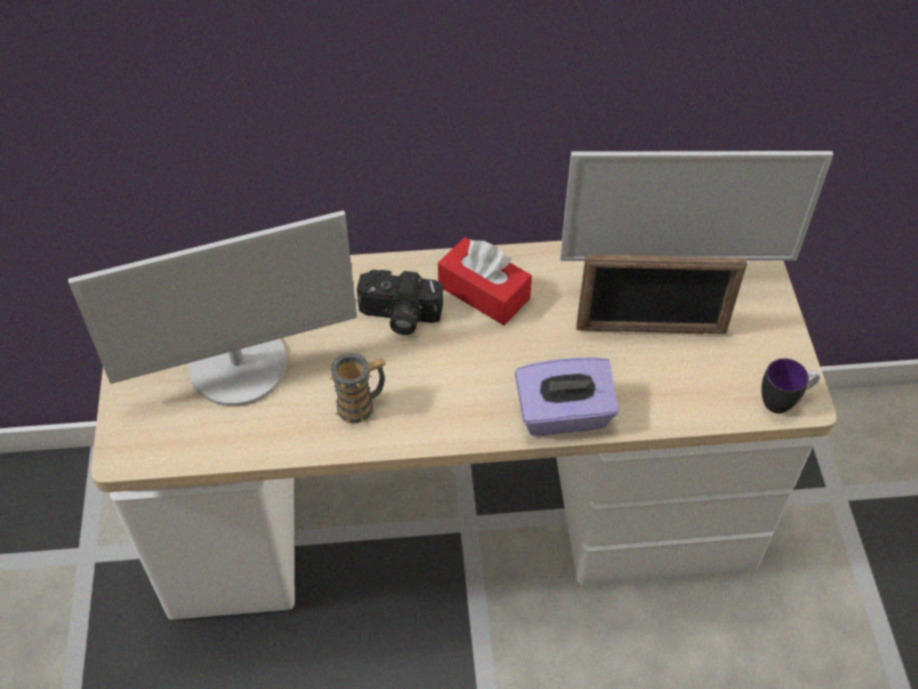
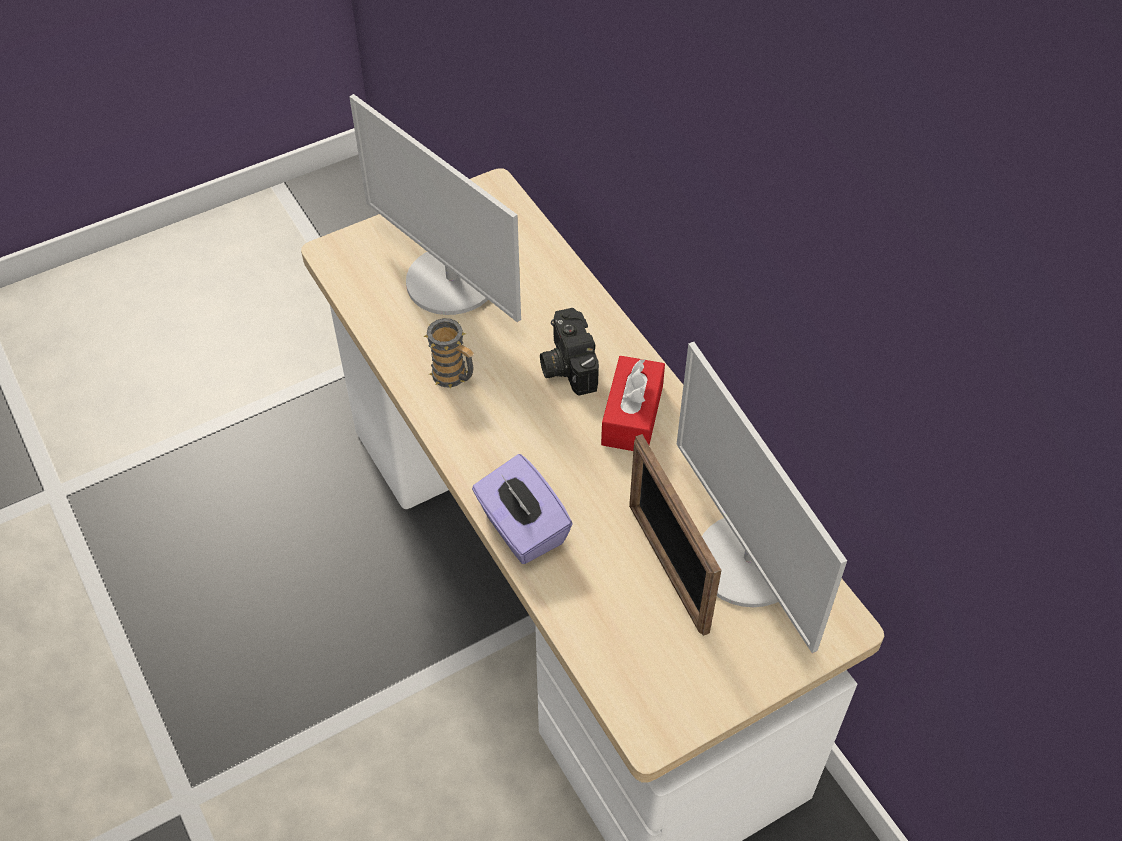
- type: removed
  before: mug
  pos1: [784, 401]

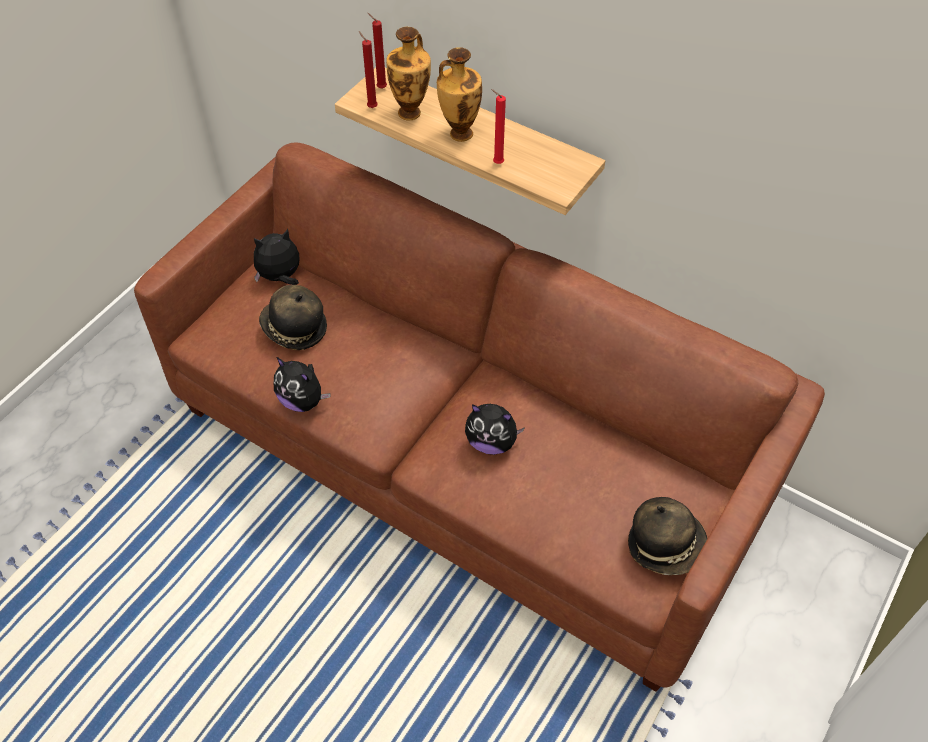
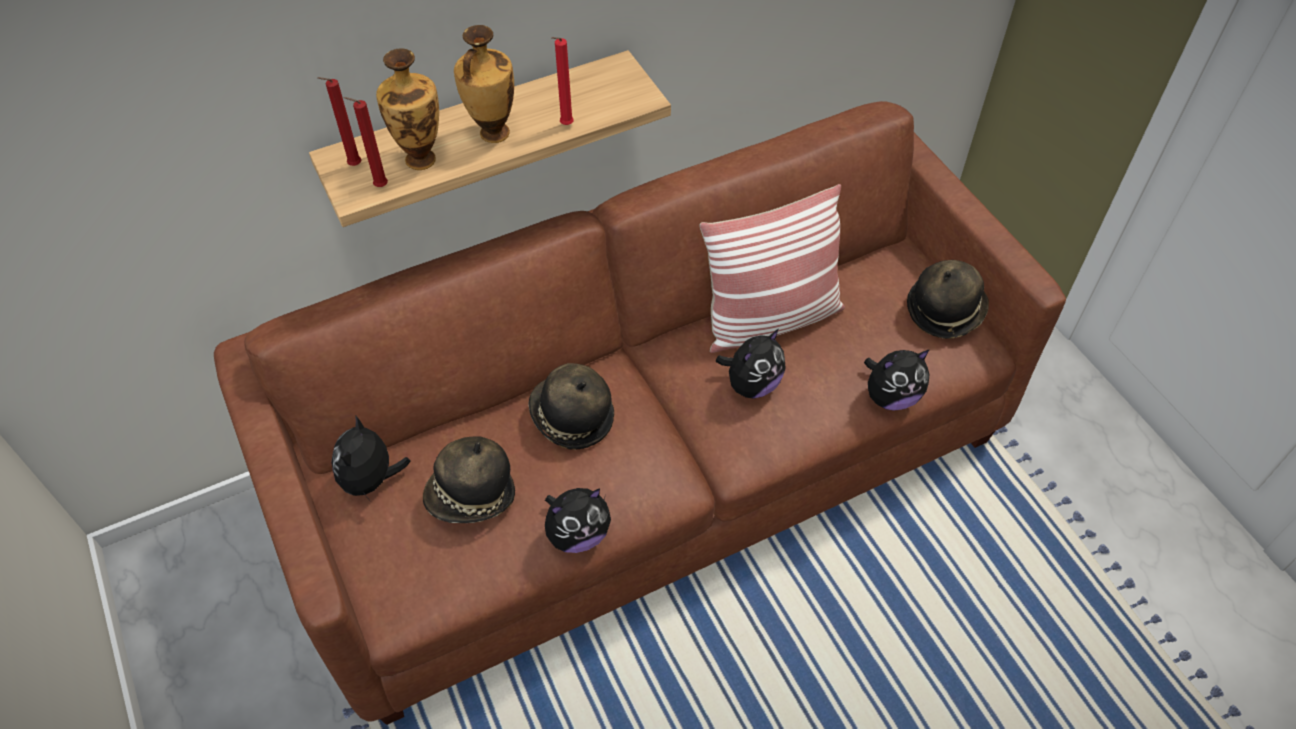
- type: added
  after: hat
  pos2: [571, 418]
- type: added
  after: pillow
  pos2: [770, 318]
- type: added
  after: plush toy
  pos2: [891, 397]

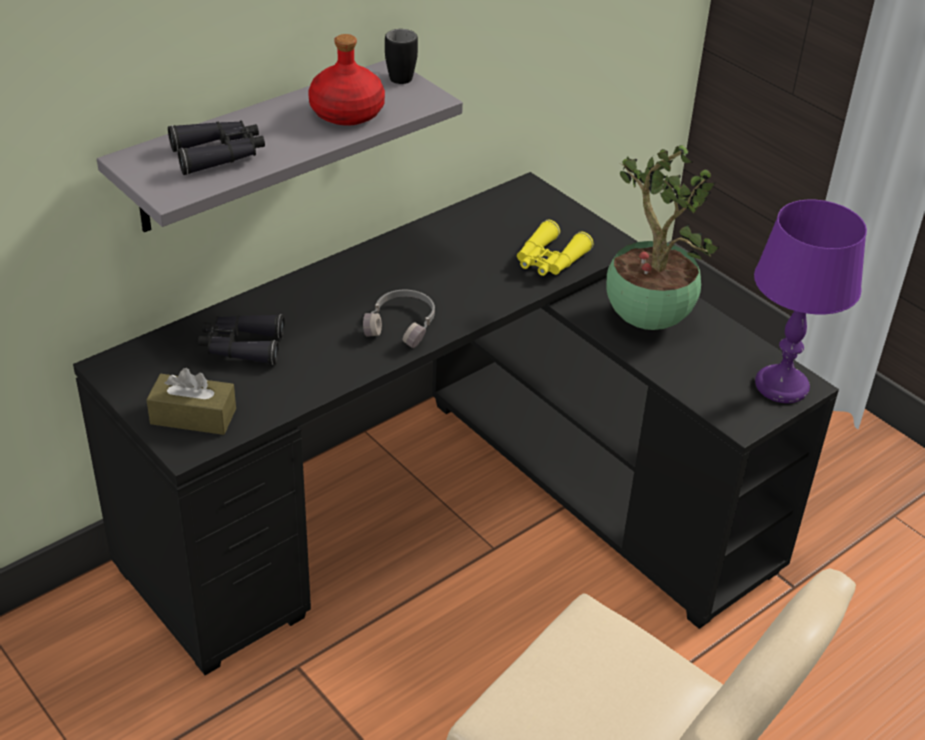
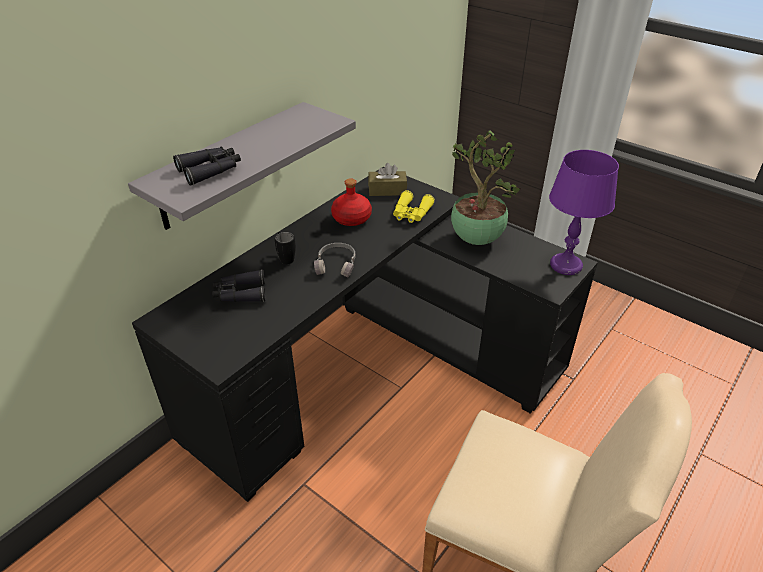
- type: moved
  before: mug/black
  pos1: [399, 75]
  pos2: [285, 257]
- type: moved
  before: bottle/red
  pos1: [347, 113]
  pos2: [352, 218]
- type: moved
  before: tissue box/brown
  pos1: [193, 416]
  pos2: [387, 190]

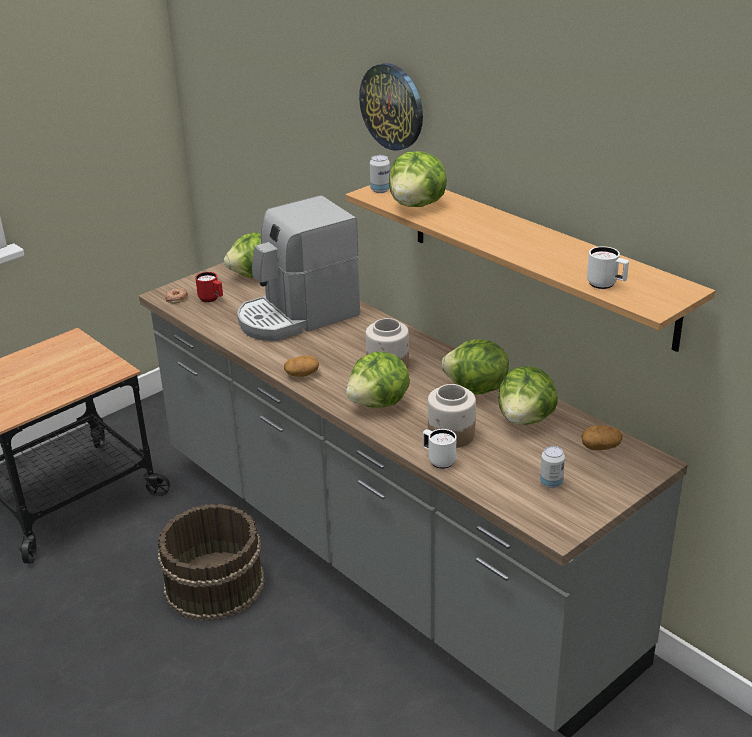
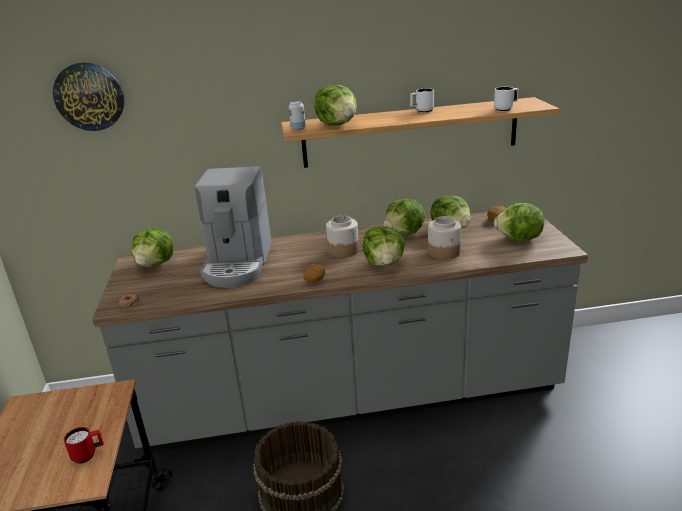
- type: moved
  before: wall clock
  pos1: [392, 106]
  pos2: [89, 97]
- type: moved
  before: mug/red
  pos1: [211, 299]
  pos2: [88, 455]
- type: moved
  before: mug/white
  pos1: [438, 460]
  pos2: [422, 111]
- type: replaced
  before: can
  after: lettuce
  pos1: [551, 483]
  pos2: [519, 239]

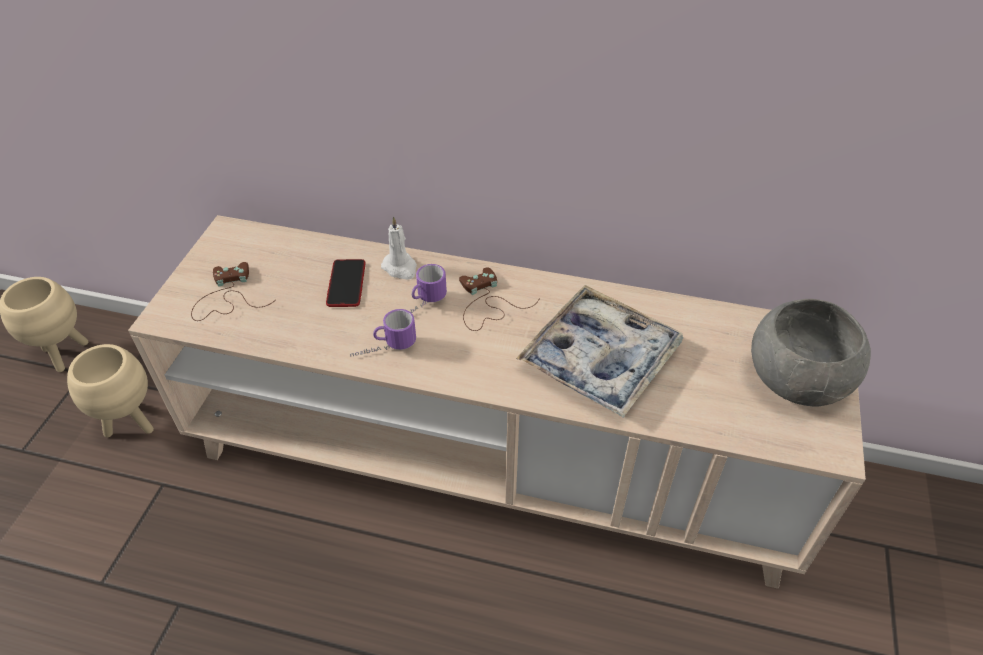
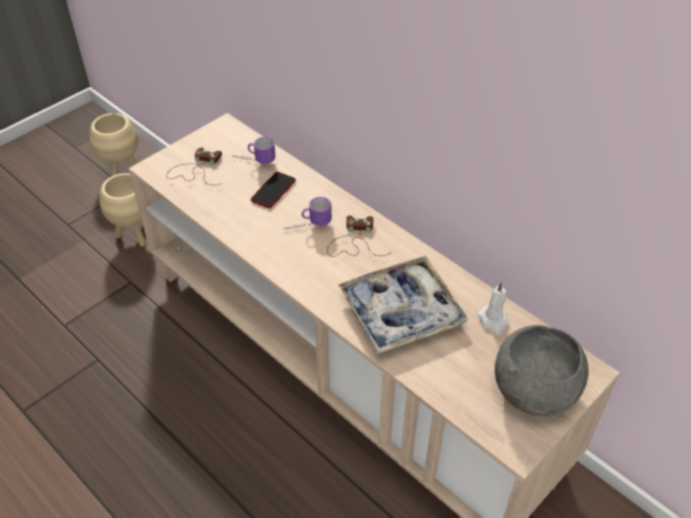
- type: moved
  before: mug
  pos1: [383, 349]
  pos2: [254, 161]
- type: moved
  before: candle/white
  pos1: [400, 268]
  pos2: [493, 321]

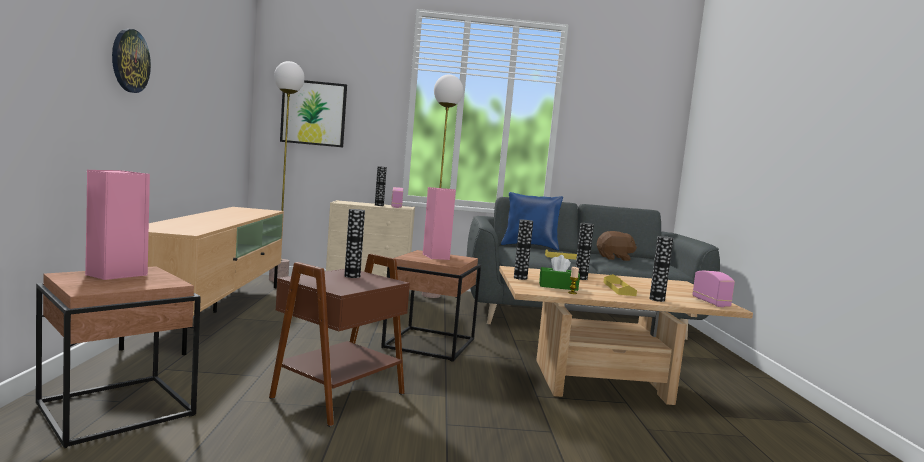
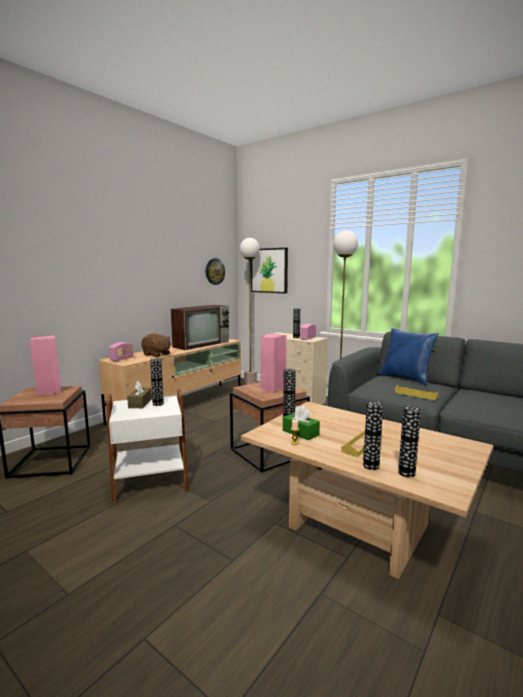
- type: recoloured
  before: side table/brown
  after: side table/white
  pos1: [336, 395]
  pos2: [150, 480]
- type: moved
  before: radio
  pos1: [710, 302]
  pos2: [122, 359]
- type: added
  after: tissue box/brown
  pos2: [140, 403]
- type: moved
  before: plush toy/brown
  pos1: [614, 258]
  pos2: [156, 354]
- type: added
  after: television
  pos2: [202, 344]
- type: moved
  before: wall clock
  pos1: [130, 61]
  pos2: [214, 271]
- type: moved
  before: vase
  pos1: [580, 278]
  pos2: [406, 473]

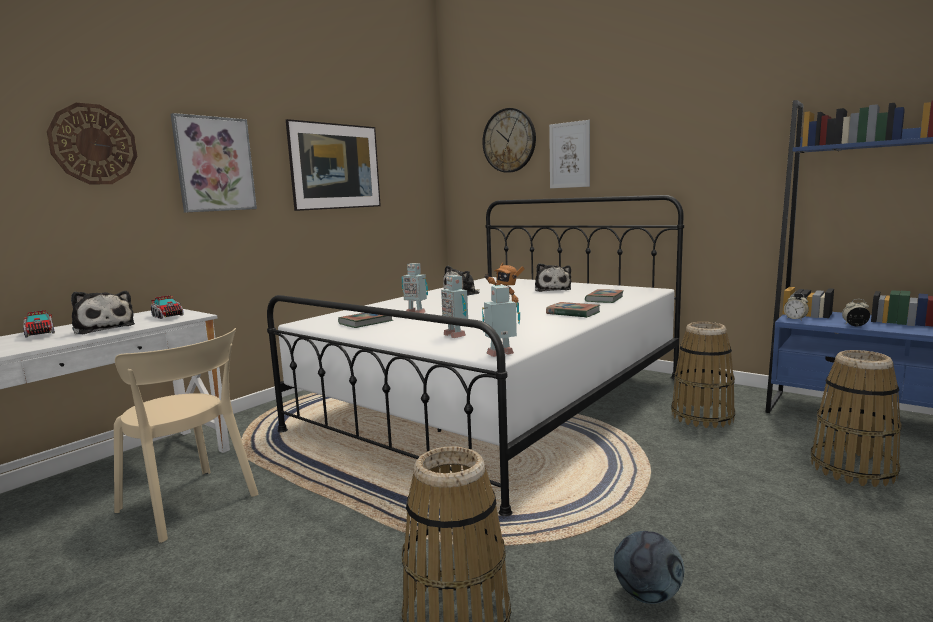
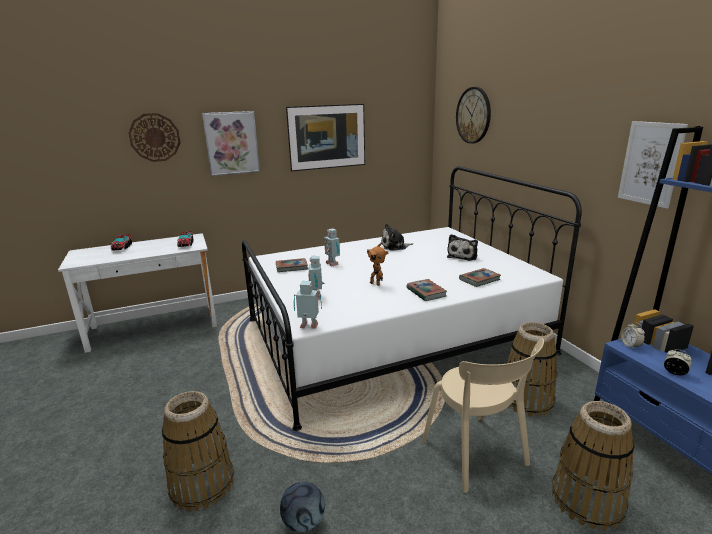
- type: moved
  before: chair/beige
  pos1: [190, 505]
  pos2: [477, 455]
- type: moved
  before: picture
  pos1: [569, 155]
  pos2: [650, 163]
- type: removed
  before: plush toy
  pos1: [103, 328]

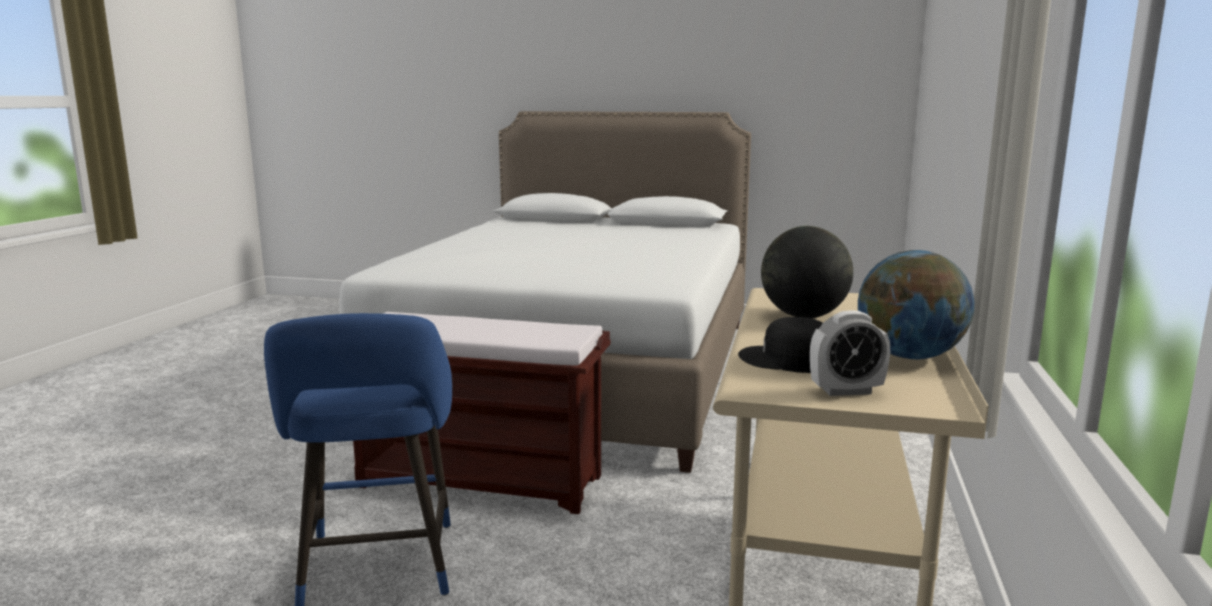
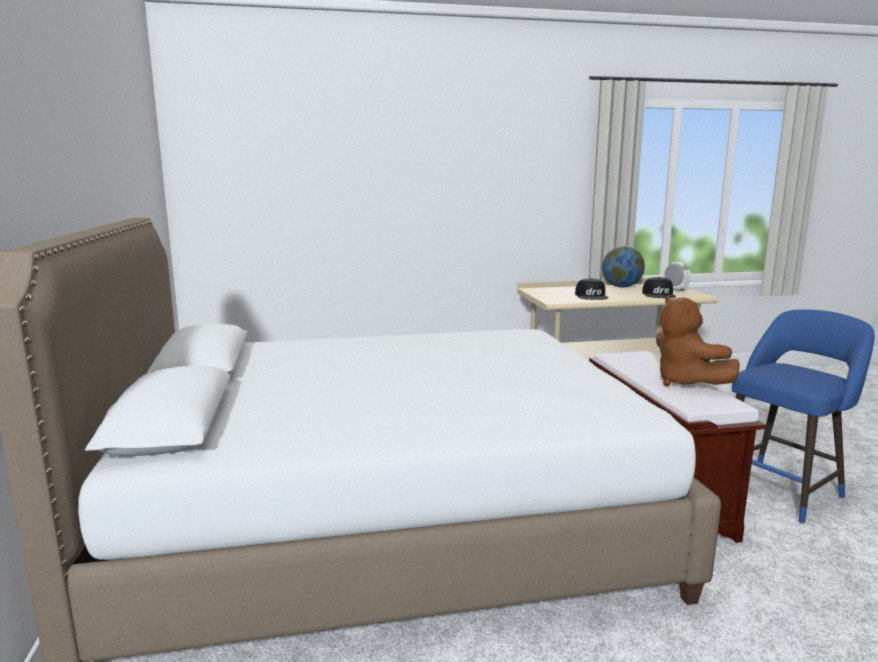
- type: replaced
  before: globe
  after: cap/black
  pos1: [804, 316]
  pos2: [592, 296]
- type: added
  after: plush toy/brown
  pos2: [686, 383]

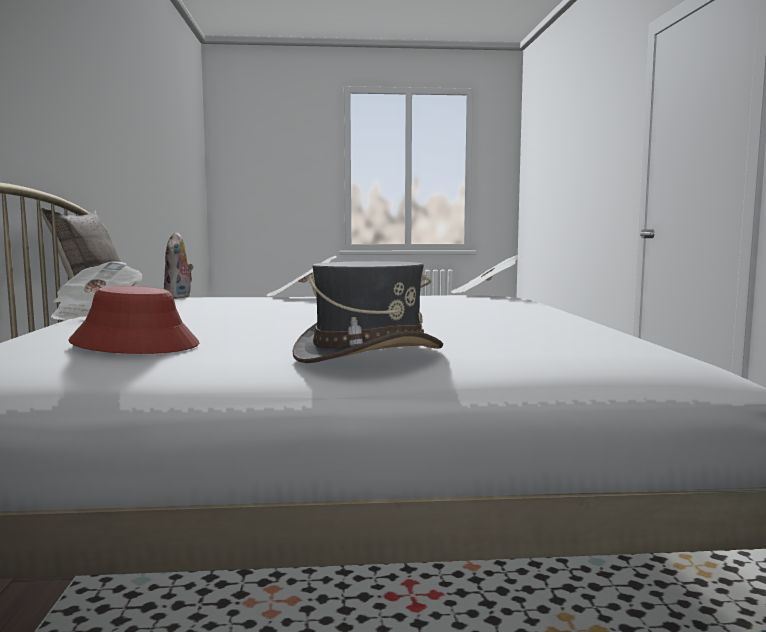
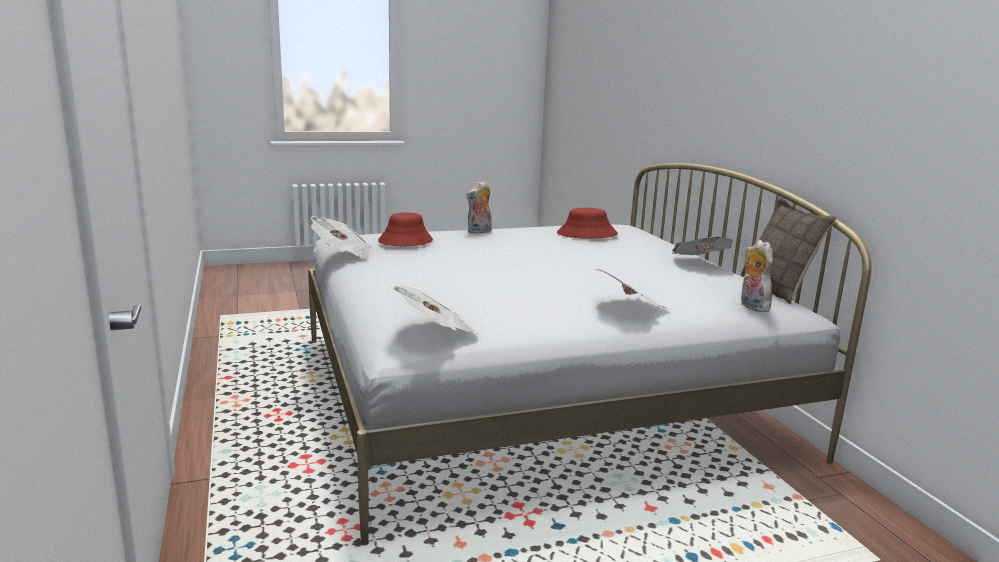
- type: added
  after: newspaper
  pos2: [342, 253]
- type: added
  after: hat/red
  pos2: [405, 241]
- type: replaced
  before: hat/grey
  after: plush toy
  pos1: [369, 354]
  pos2: [479, 232]

